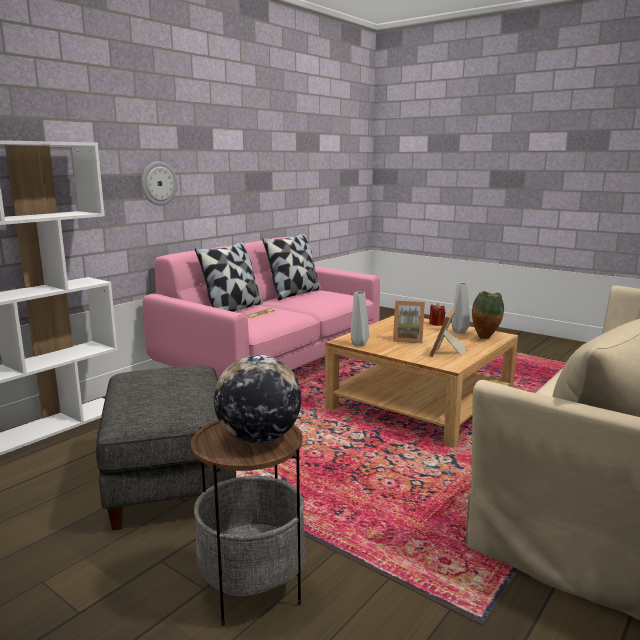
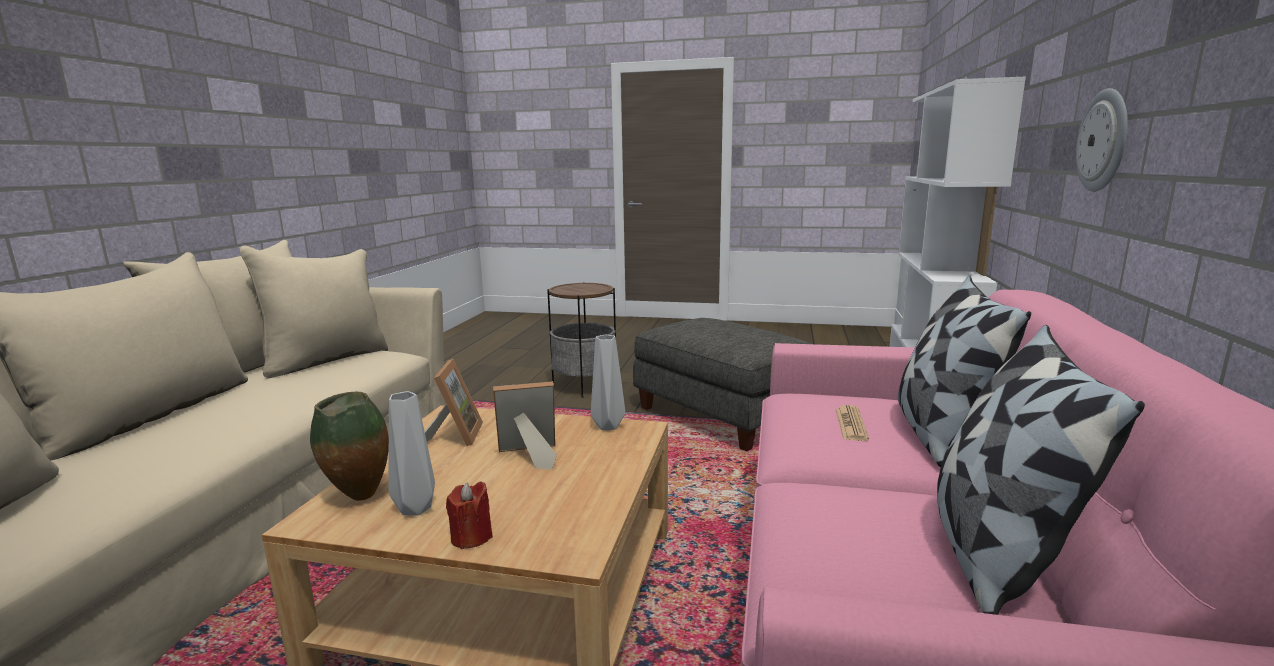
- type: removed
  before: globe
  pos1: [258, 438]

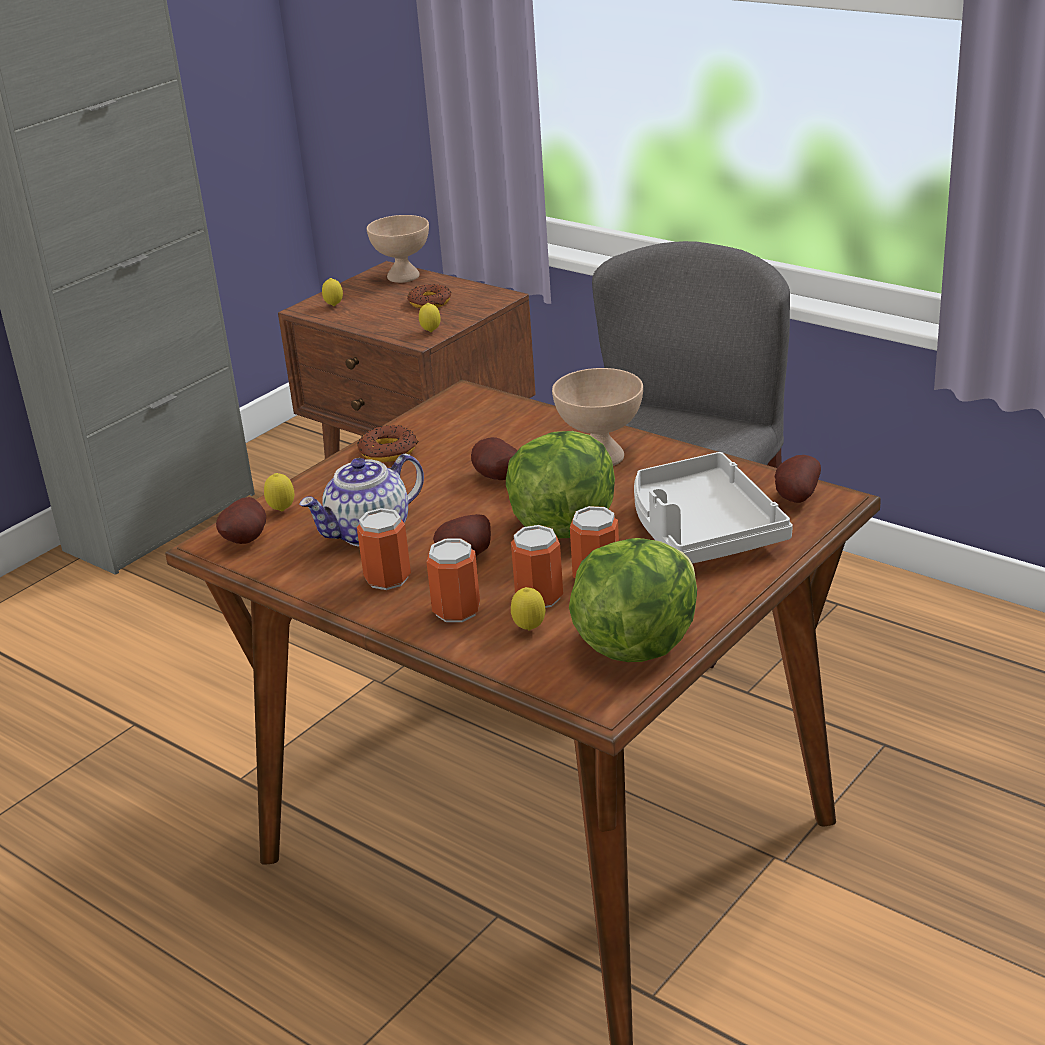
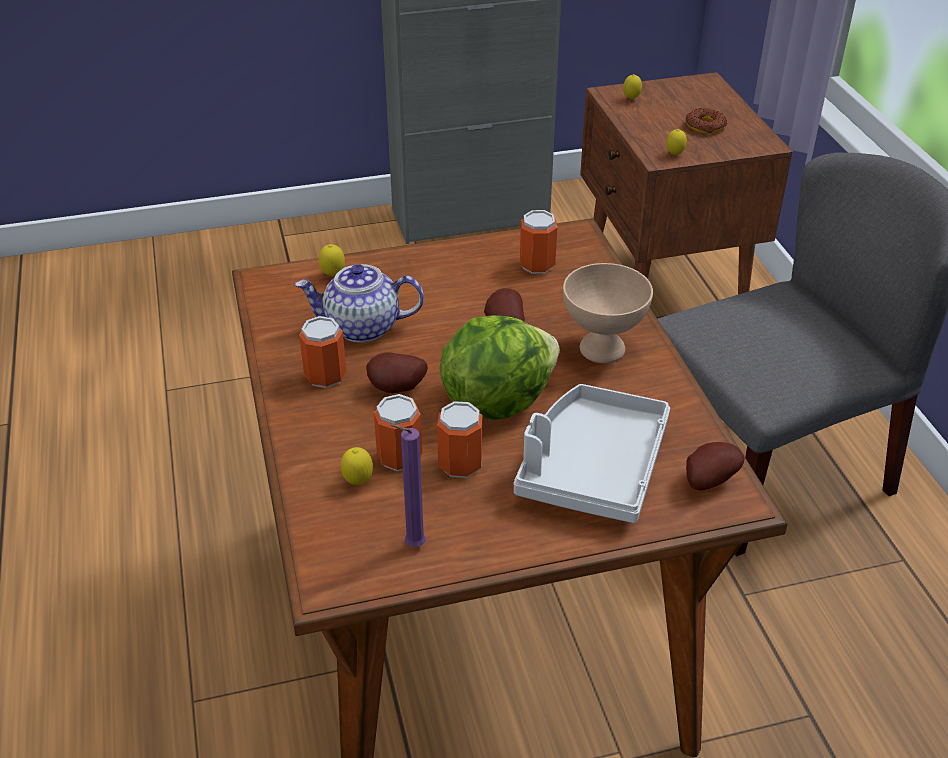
- type: replaced
  before: lettuce
  after: candle/purple
  pos1: [636, 643]
  pos2: [412, 546]
- type: moved
  before: can
  pos1: [456, 611]
  pos2: [537, 264]
- type: removed
  before: potato
  pos1: [247, 540]
- type: removed
  before: donut
  pos1: [388, 451]
- type: removed
  before: bowl/beige
  pos1: [403, 277]

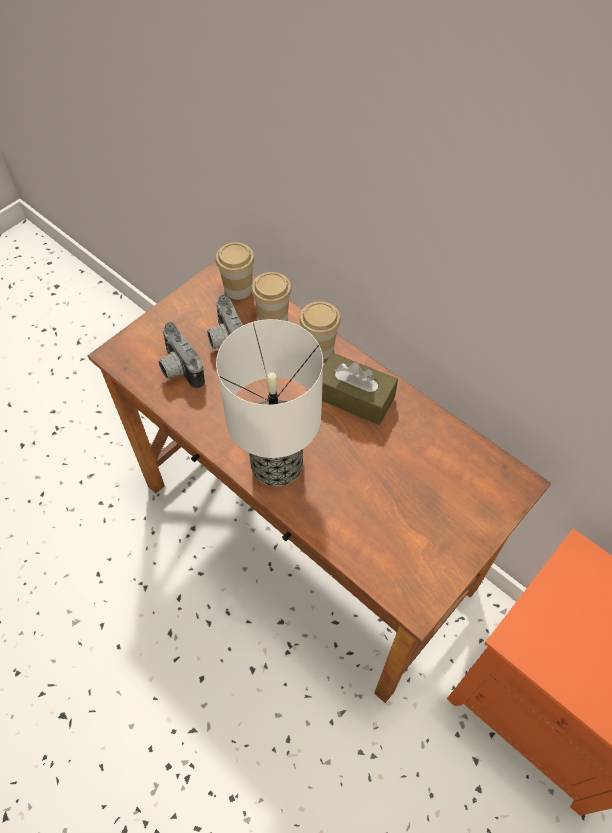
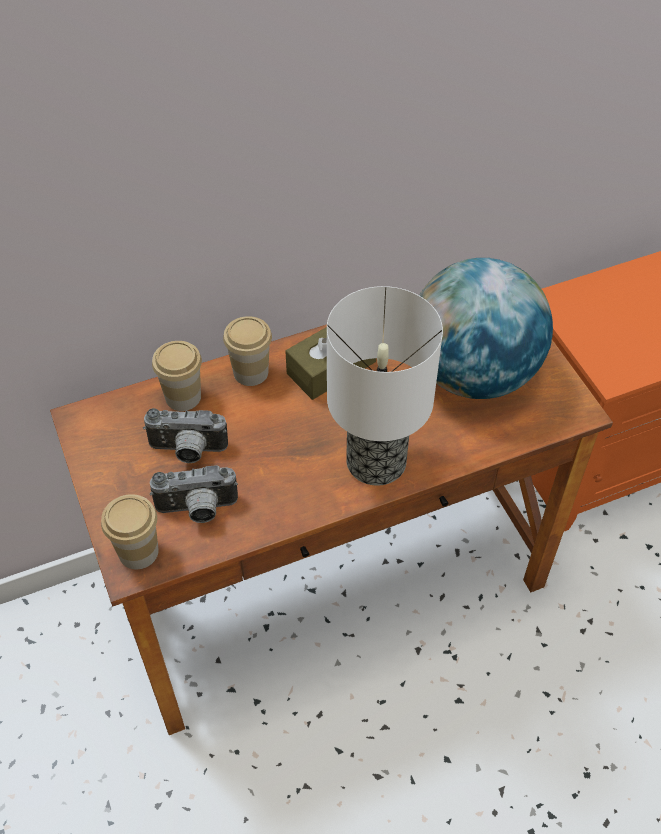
- type: moved
  before: cup
  pos1: [238, 289]
  pos2: [138, 551]
- type: added
  after: globe
  pos2: [472, 373]

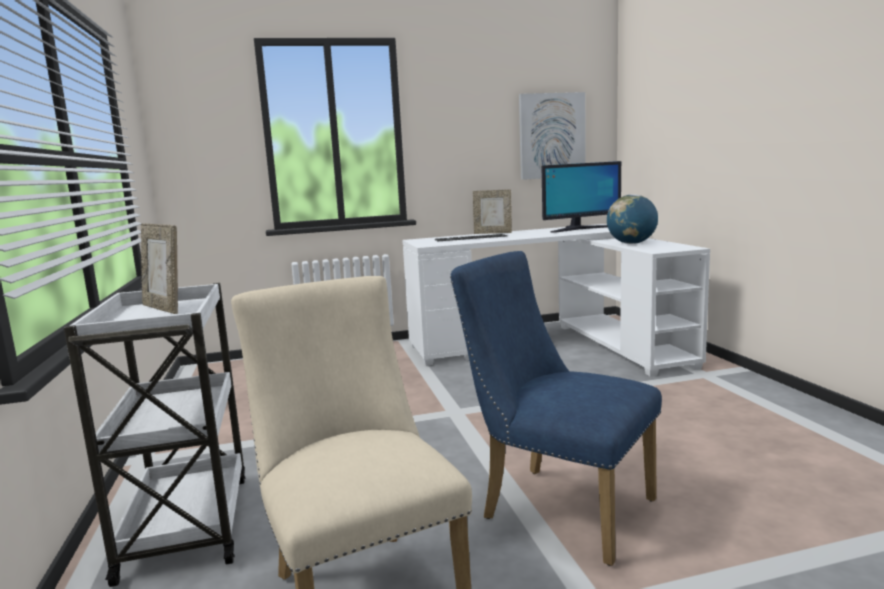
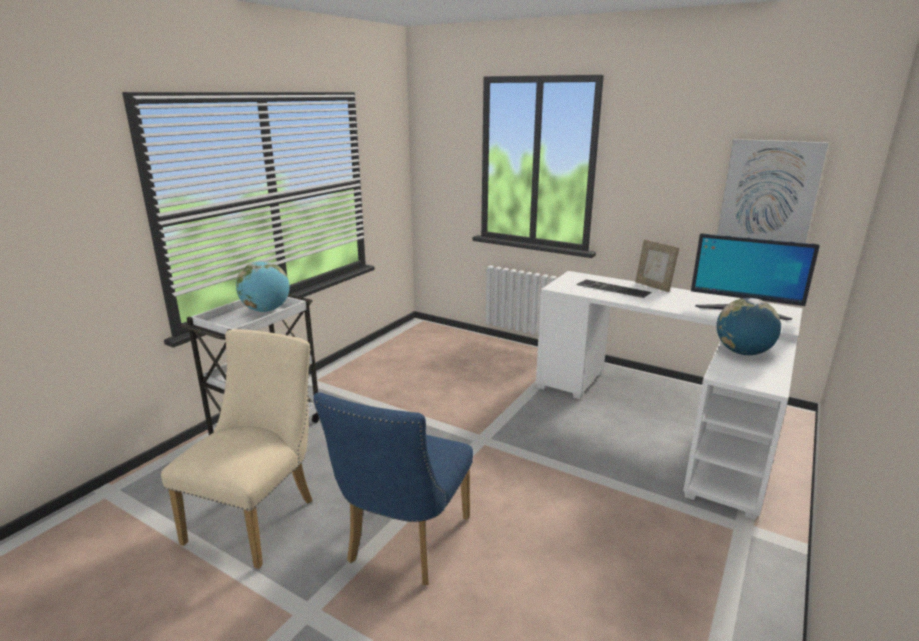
- type: replaced
  before: picture frame
  after: globe
  pos1: [164, 308]
  pos2: [266, 310]
- type: turned
  before: chair/blue
  pos1: [556, 506]
  pos2: [403, 545]
  turn: -150

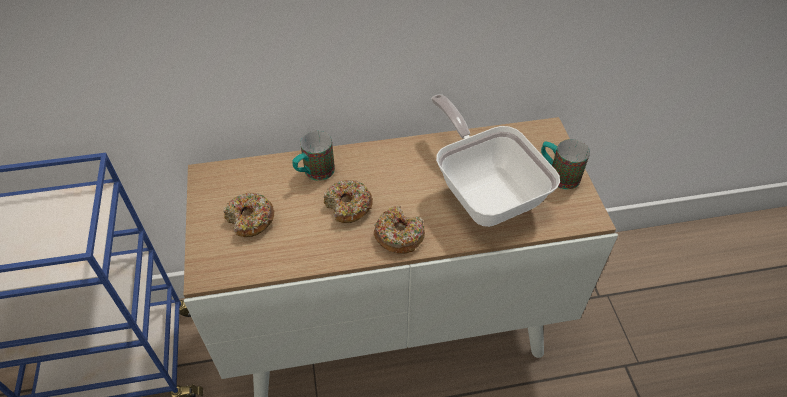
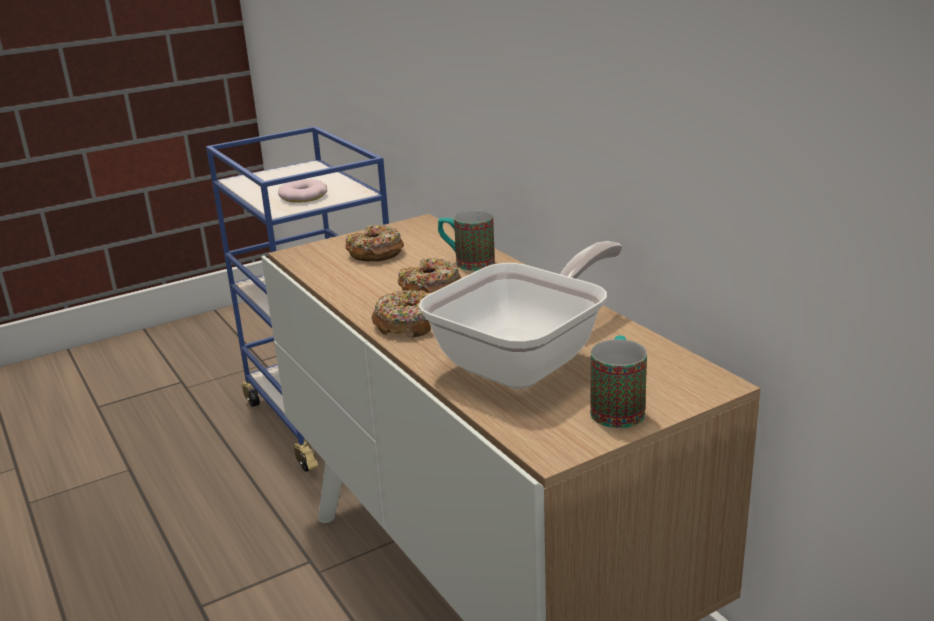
- type: added
  after: donut
  pos2: [303, 196]

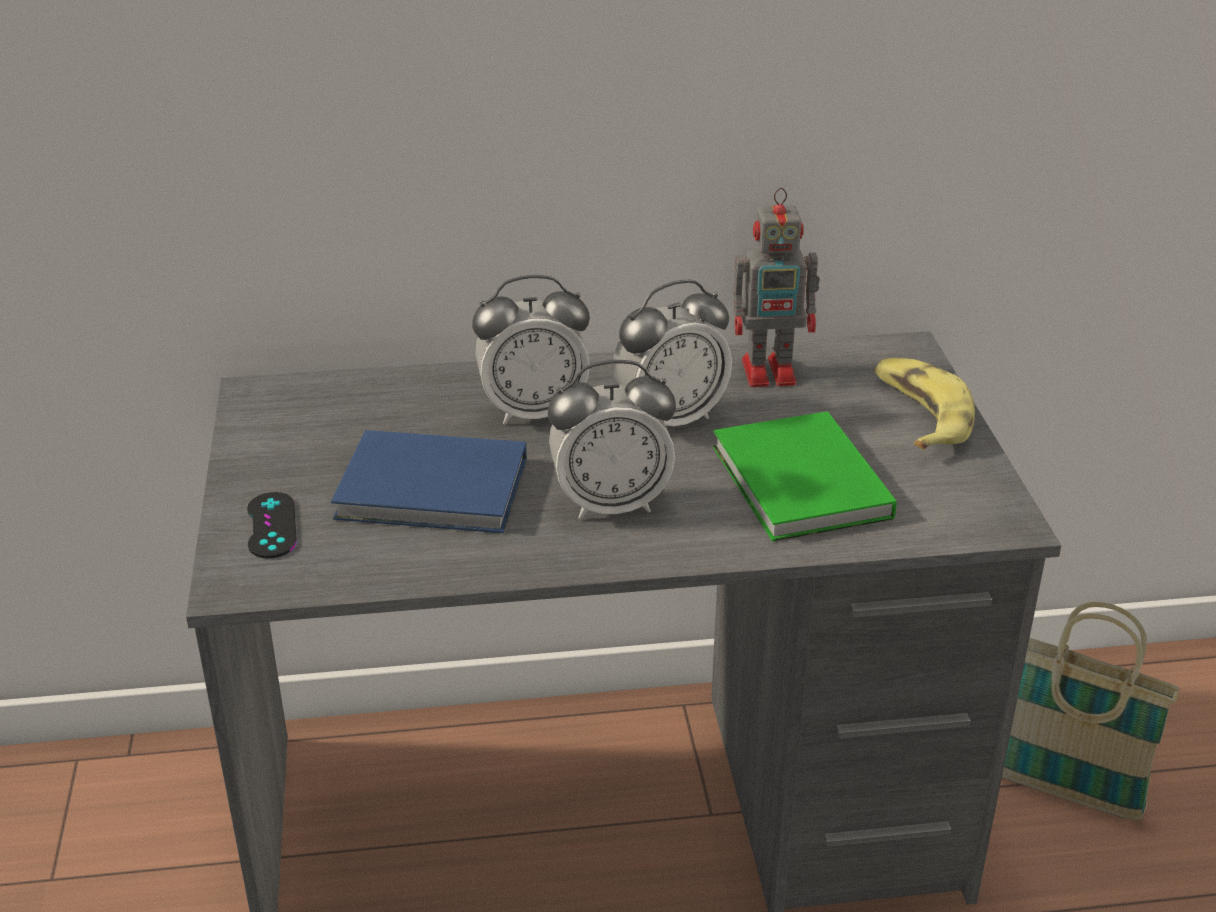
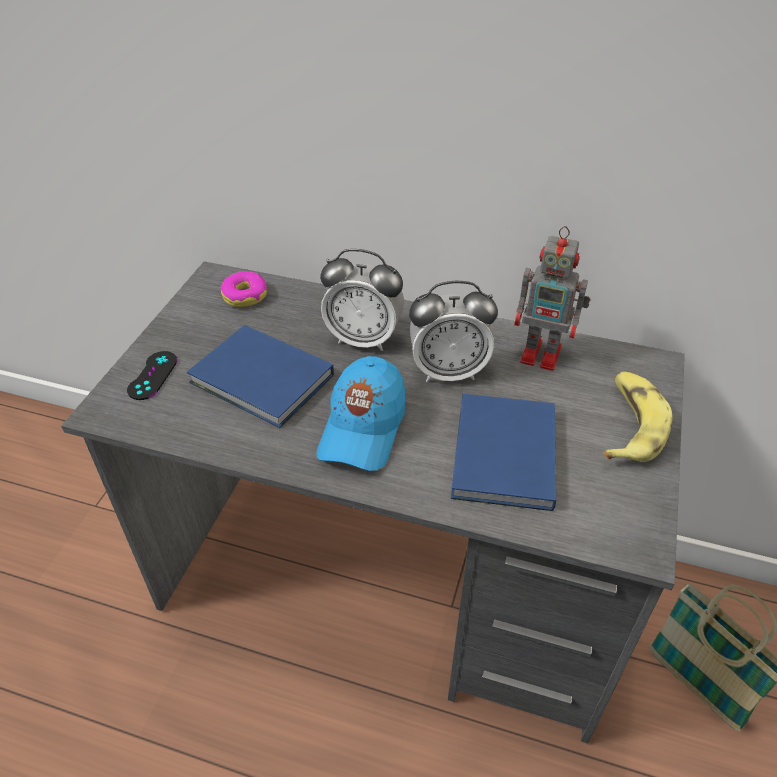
- type: added
  after: donut
  pos2: [245, 295]
- type: replaced
  before: alarm clock
  after: cap/blue
  pos1: [611, 504]
  pos2: [363, 428]
- type: recoloured
  before: book/green
  after: book/blue
  pos1: [799, 485]
  pos2: [502, 457]

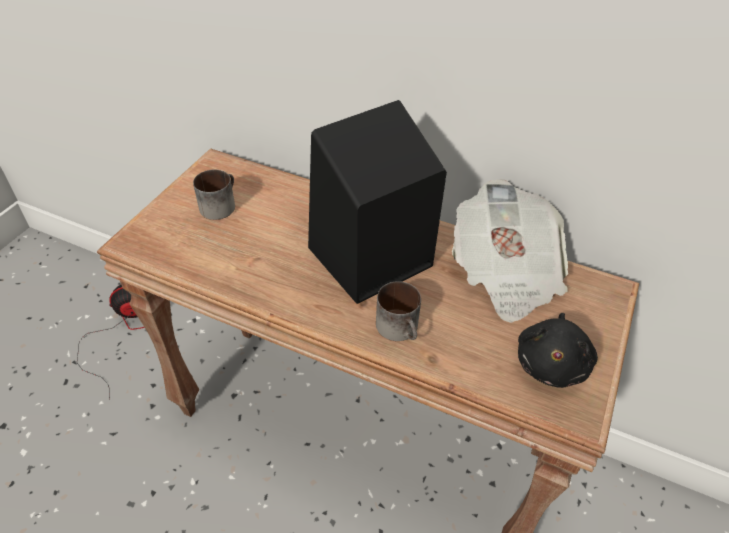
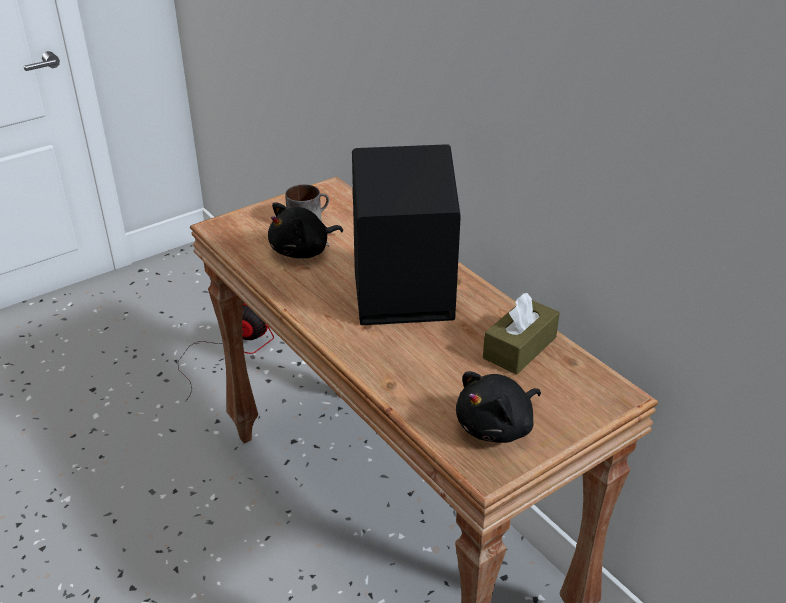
- type: added
  after: plush toy/black
  pos2: [303, 251]
- type: replaced
  before: newspaper
  after: tissue box/brown
  pos1: [505, 274]
  pos2: [519, 348]
- type: removed
  before: mug
  pos1: [401, 328]

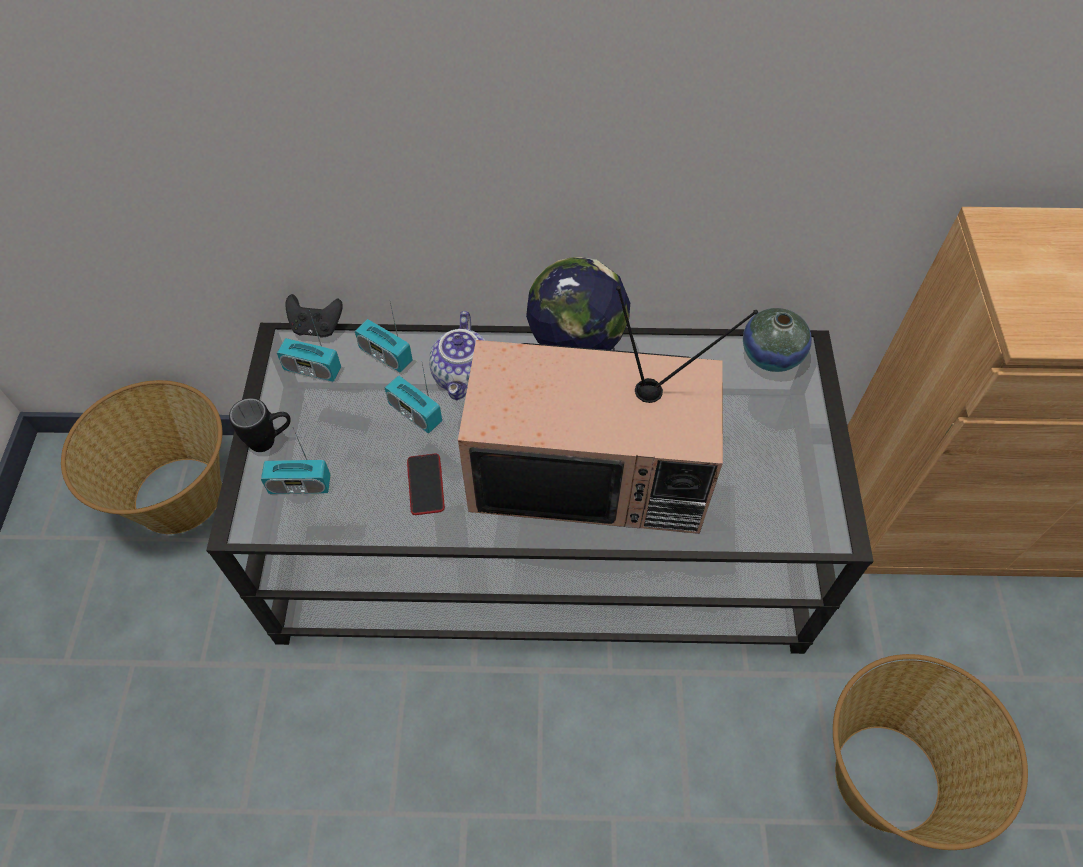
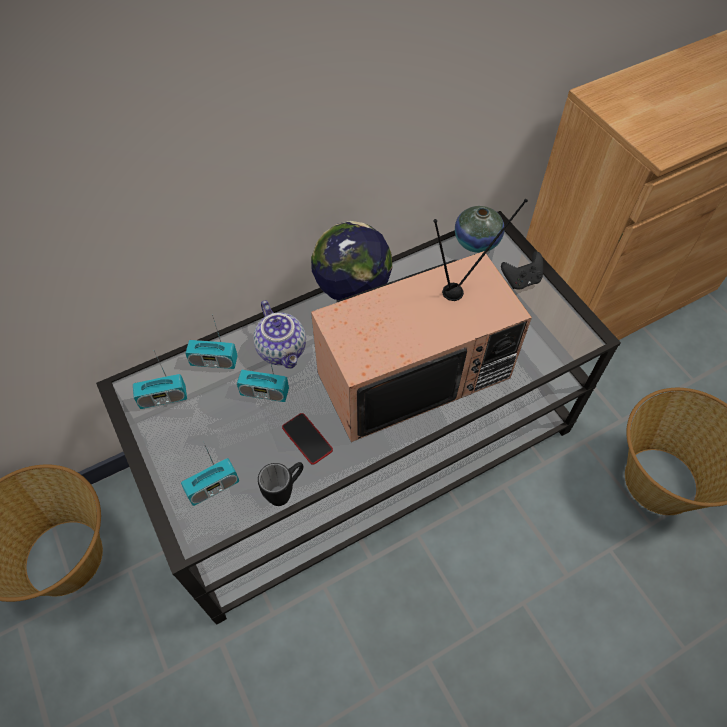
- type: moved
  before: mug/black
  pos1: [271, 440]
  pos2: [285, 491]
- type: moved
  before: game controller/black
  pos1: [317, 327]
  pos2: [521, 280]

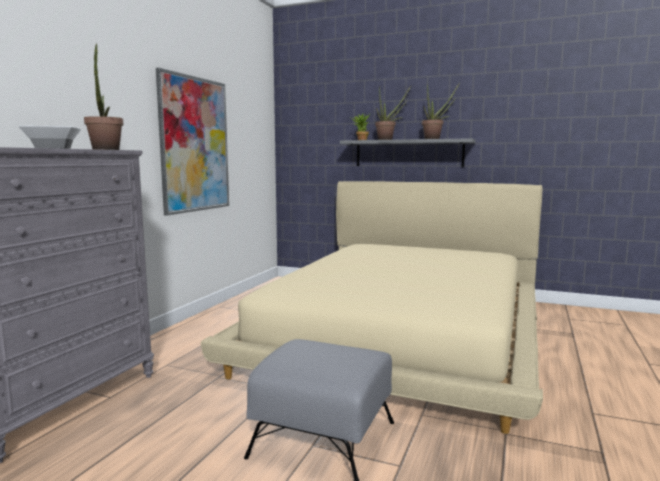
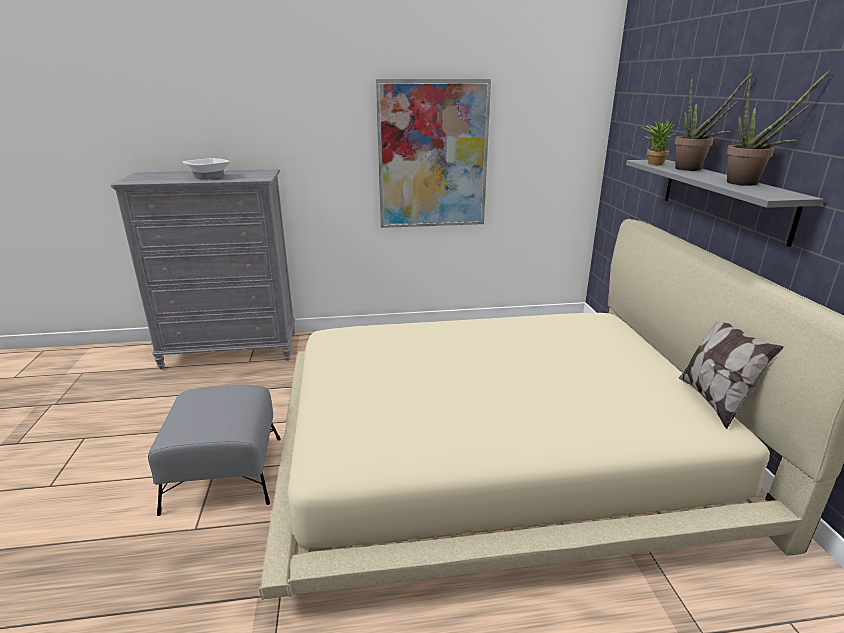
- type: added
  after: pillow
  pos2: [714, 400]
- type: removed
  before: potted plant
  pos1: [105, 149]

